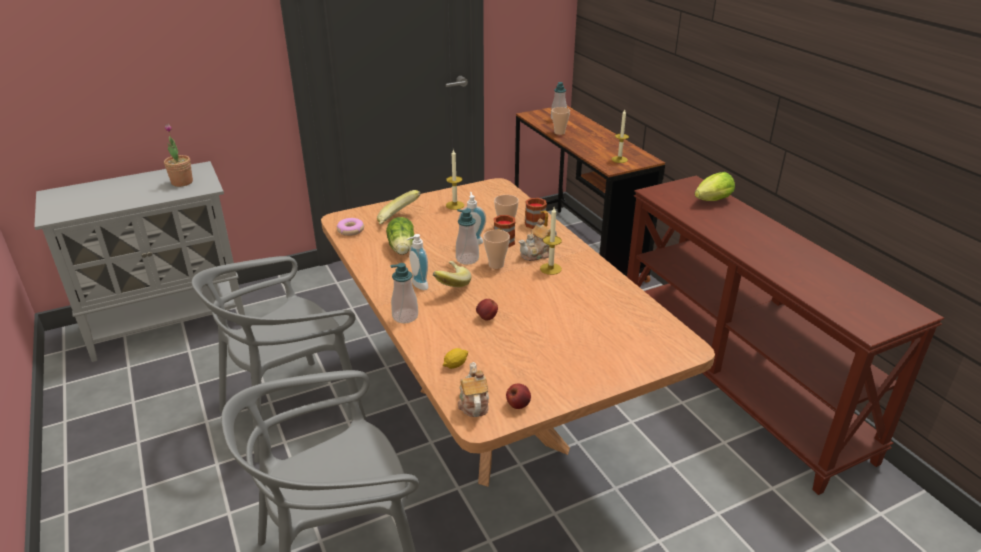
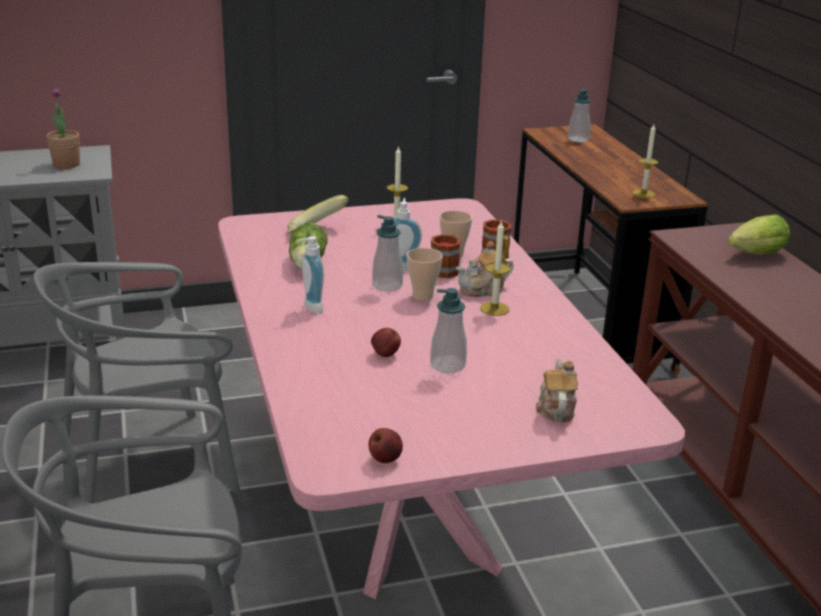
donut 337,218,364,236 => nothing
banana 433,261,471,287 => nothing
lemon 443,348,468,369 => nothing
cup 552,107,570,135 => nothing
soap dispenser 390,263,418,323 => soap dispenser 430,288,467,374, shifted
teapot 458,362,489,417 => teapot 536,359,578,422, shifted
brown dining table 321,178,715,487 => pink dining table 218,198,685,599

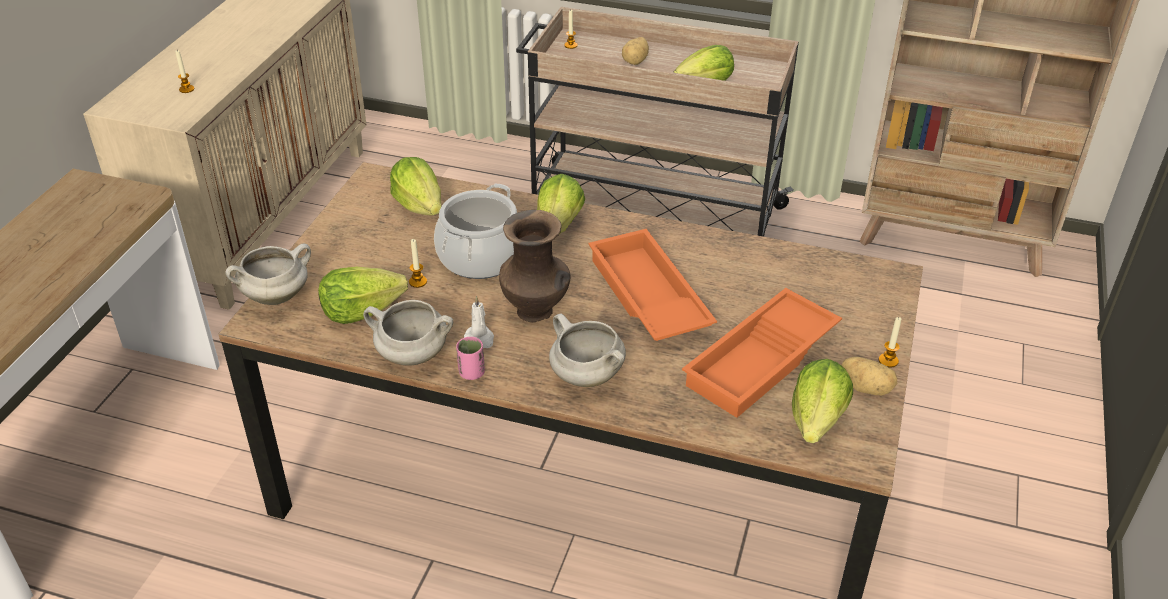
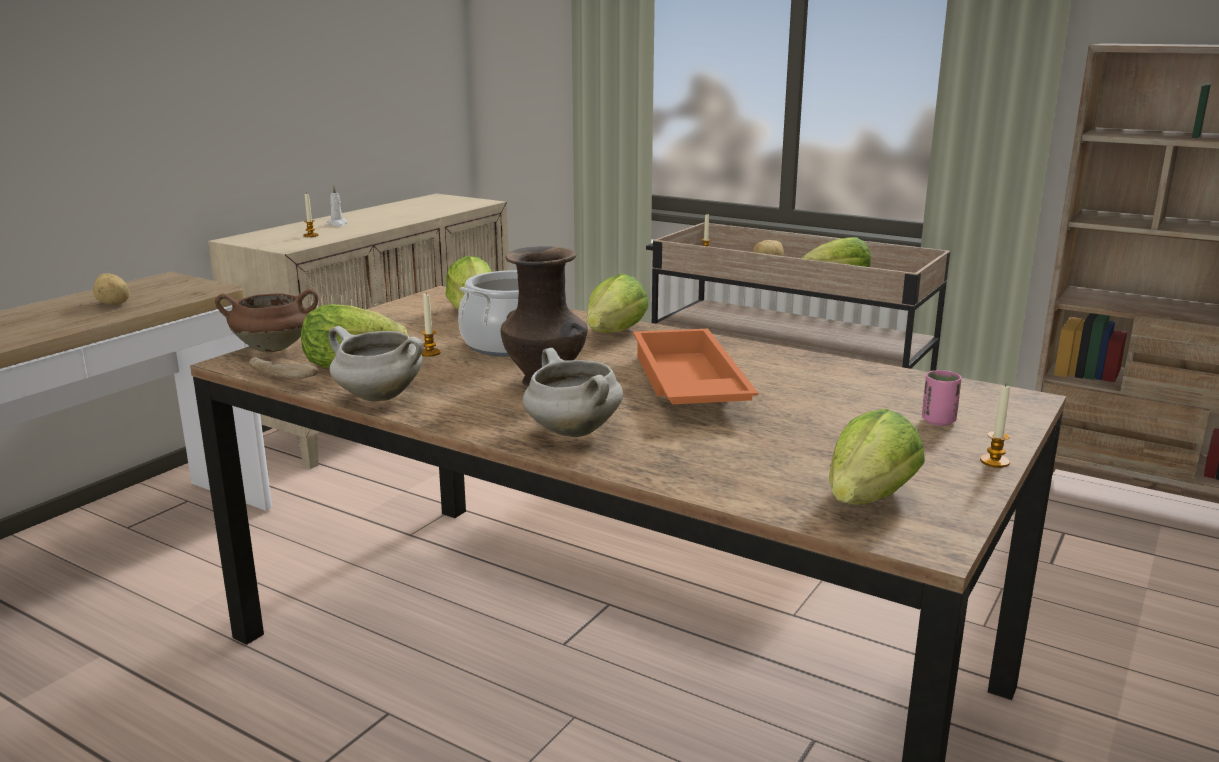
orange tray 682,288,842,418 => nothing
nothing => bread 249,357,318,379
pink cup 456,337,485,380 => pink cup 922,370,962,426, shifted
white candle 464,296,494,348 => white candle 326,185,347,226, shifted
potato 841,357,897,395 => potato 93,273,130,305, shifted
white cooking pot 225,243,311,305 => brown cooking pot 215,289,318,353

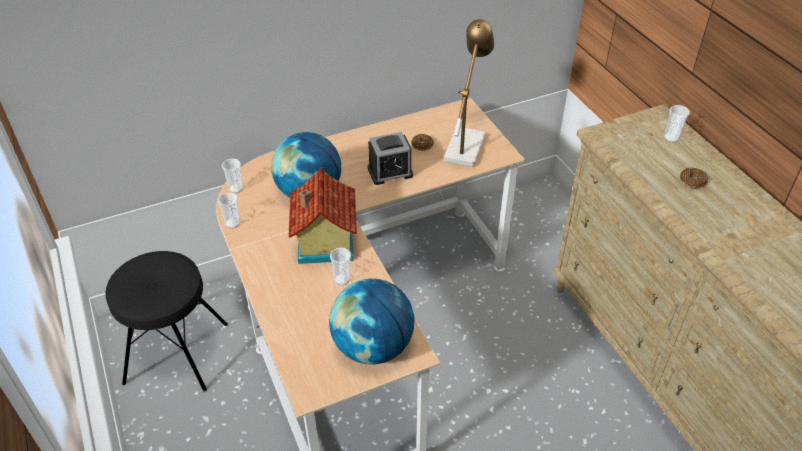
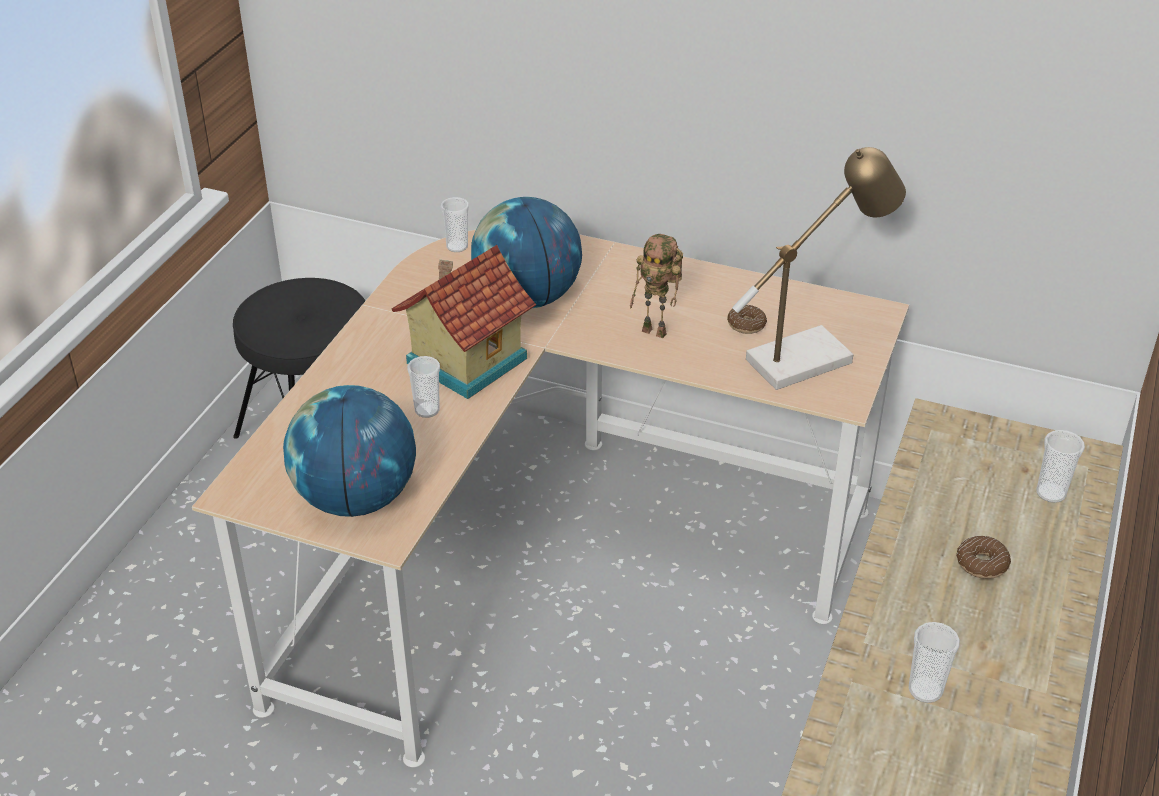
cup 218,192,240,228 => cup 909,622,960,703, shifted
alarm clock 368,132,413,185 => toy robot 630,234,683,338

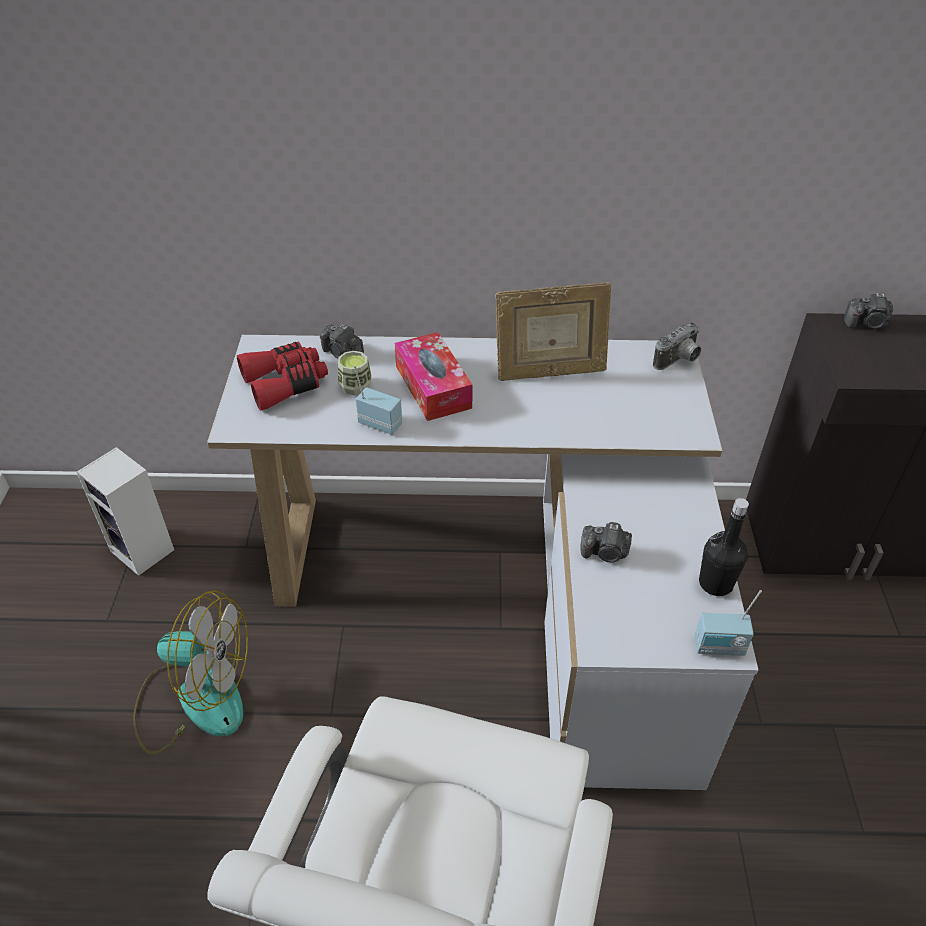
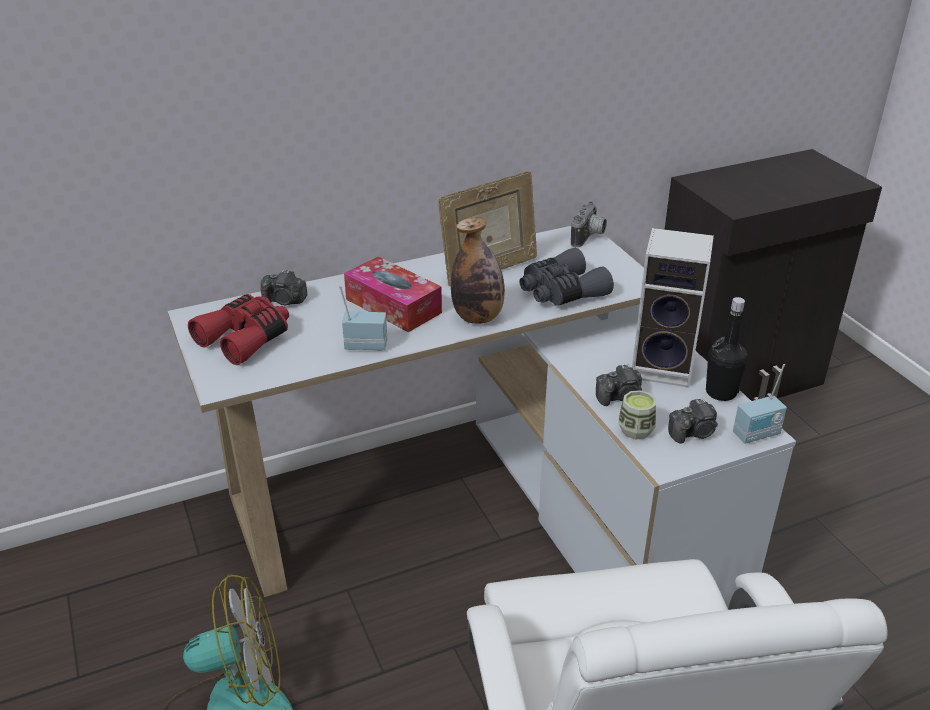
nothing => bottle 451,217,505,324
nothing => grey binoculars 520,248,614,306
speaker 76,447,174,576 => speaker 632,228,714,387, shifted
cup 338,351,372,395 => cup 619,390,656,439, shifted
photo camera 844,293,893,329 => photo camera 668,399,718,444, shifted

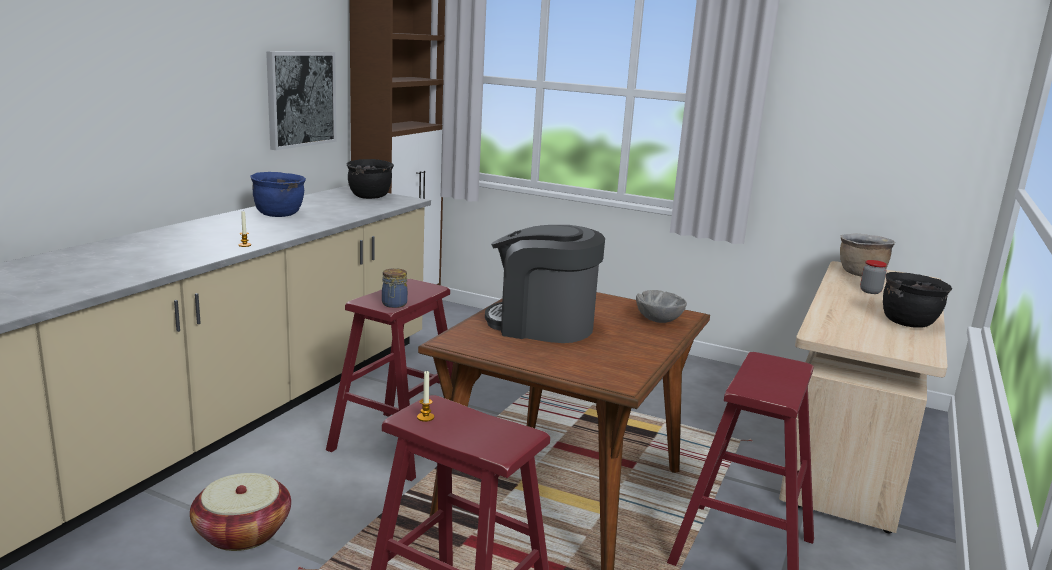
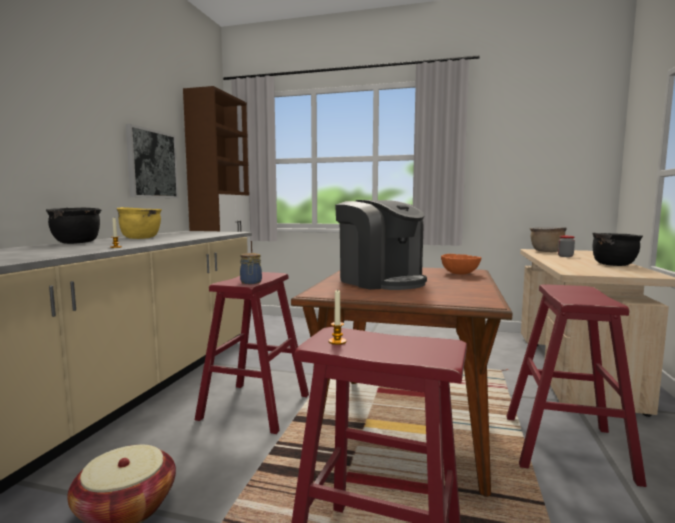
black cooking pot 347,159,394,199 => black cooking pot 46,207,101,244, shifted
blue cooking pot 251,172,306,217 => yellow cooking pot 117,207,162,239
grey bowl 636,290,687,323 => orange bowl 441,254,481,274
coffee machine 485,225,605,343 => coffee machine 335,200,427,290, 135 degrees counterclockwise

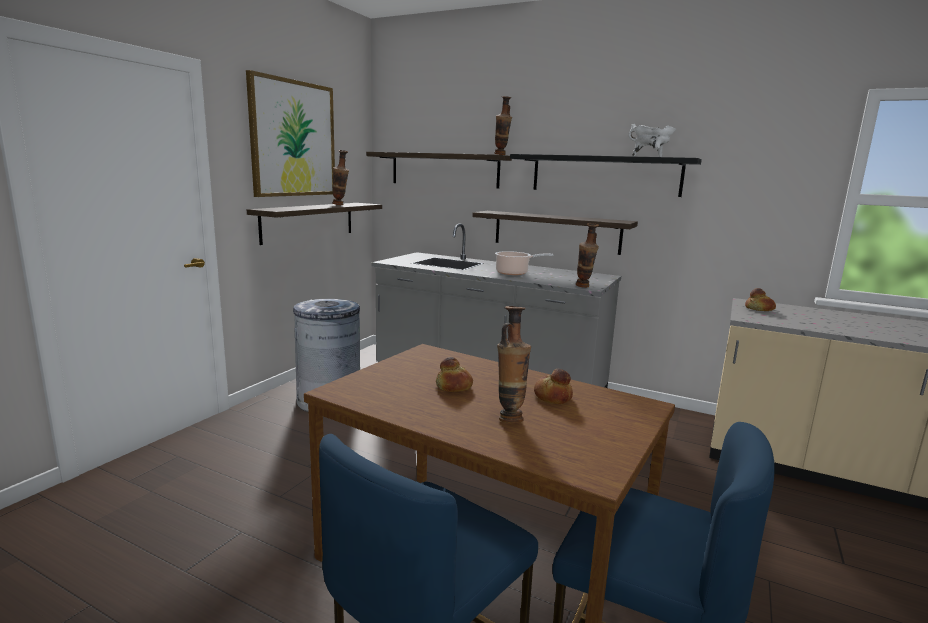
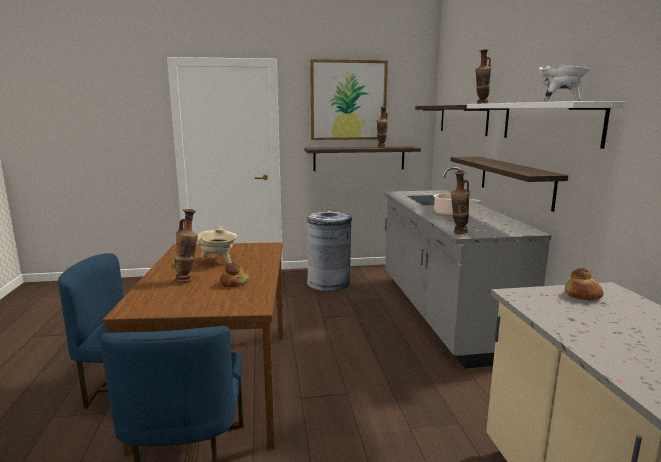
bread 436,357,473,392 => beige cooking pot 197,226,237,264
black shelf 510,154,702,197 => white shelf 467,101,624,149

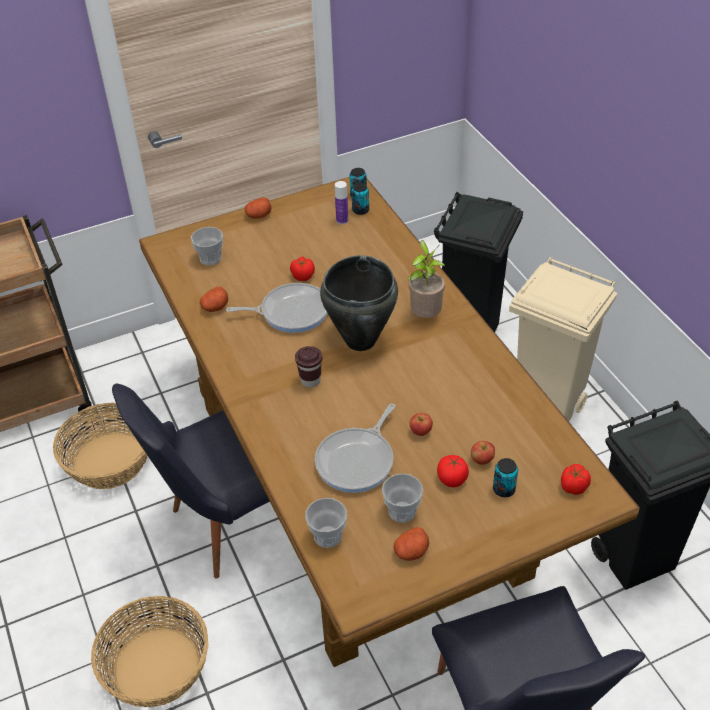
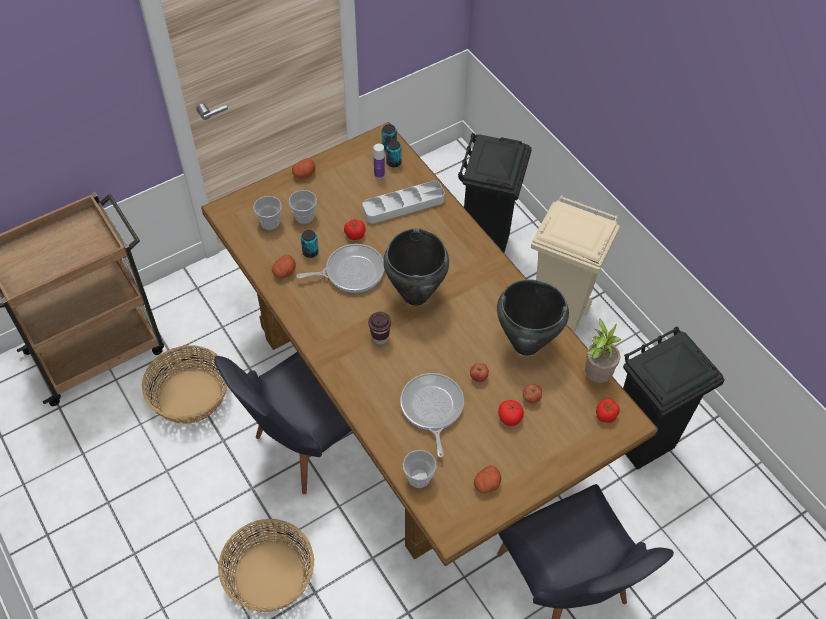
nothing => grey tray 362,181,445,223
nothing => black cooking pot 497,280,569,356
cup 382,473,423,523 => cup 289,190,317,224, shifted
potted plant 407,240,446,318 => potted plant 585,319,621,383, shifted
can 493,458,518,497 => can 301,230,319,258, shifted
frying pan 315,404,395,493 => frying pan 400,373,464,458, 150 degrees clockwise

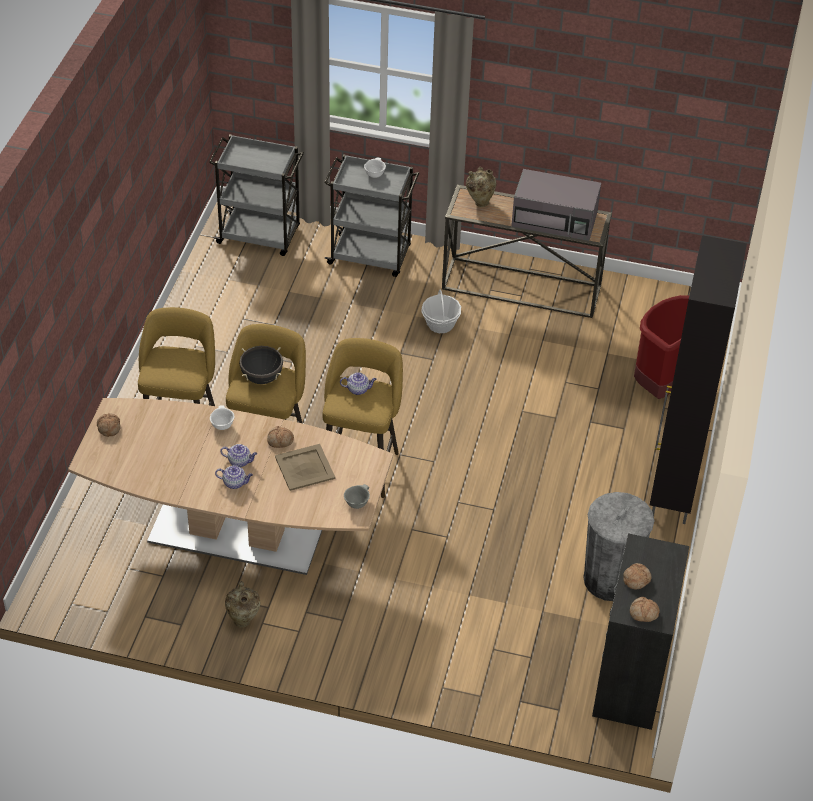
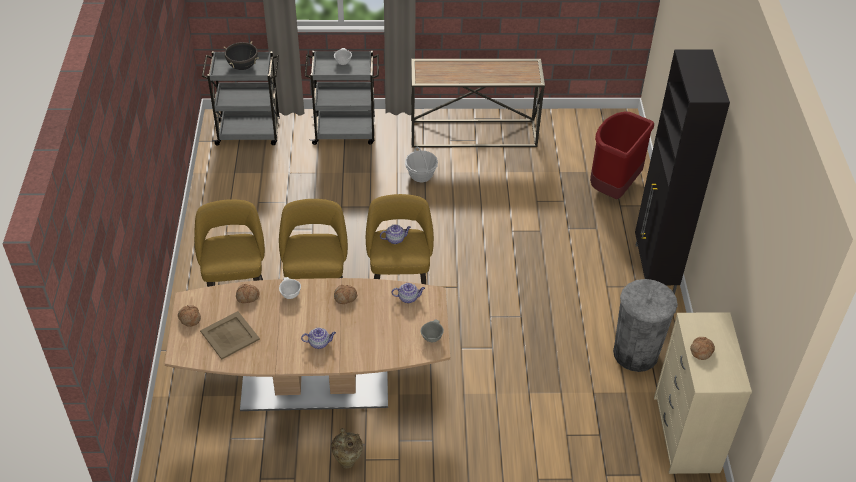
beige vase 466,167,497,207 => nothing
grey microwave 512,169,601,241 => nothing
teapot 220,444,258,467 => teapot 391,283,425,303, shifted
black cooking pot 239,346,283,384 => black cooking pot 224,42,259,70, shifted
beige tray 275,444,335,491 => beige tray 200,311,260,360, shifted
bread 630,597,660,622 => bread 236,284,260,303, shifted
black dresser 592,533,689,730 => beige dresser 654,312,752,474

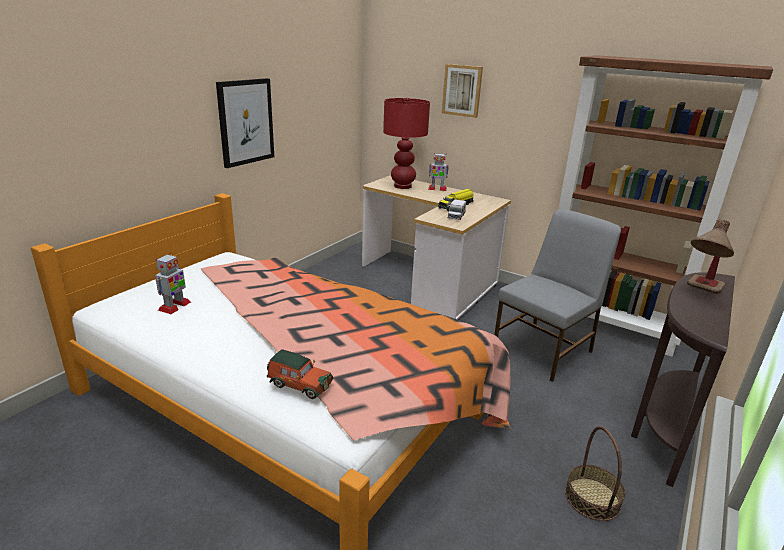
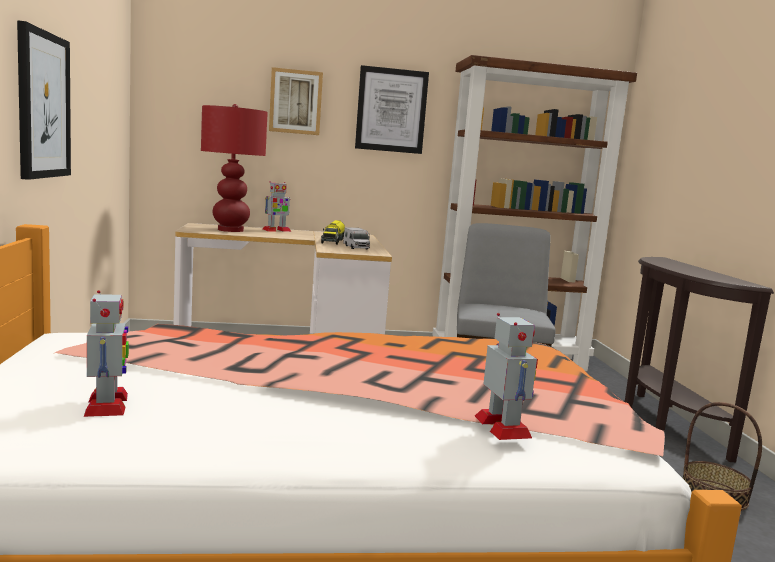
table lamp 687,219,734,294 => nothing
nothing => picture 355,65,429,154
toy car 267,349,334,399 => toy robot 475,313,538,440

